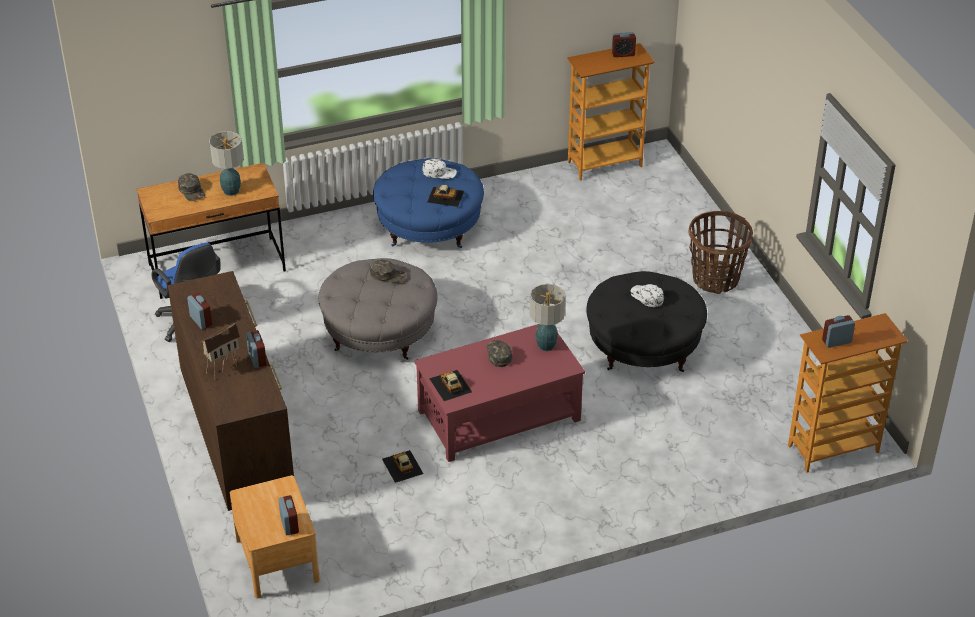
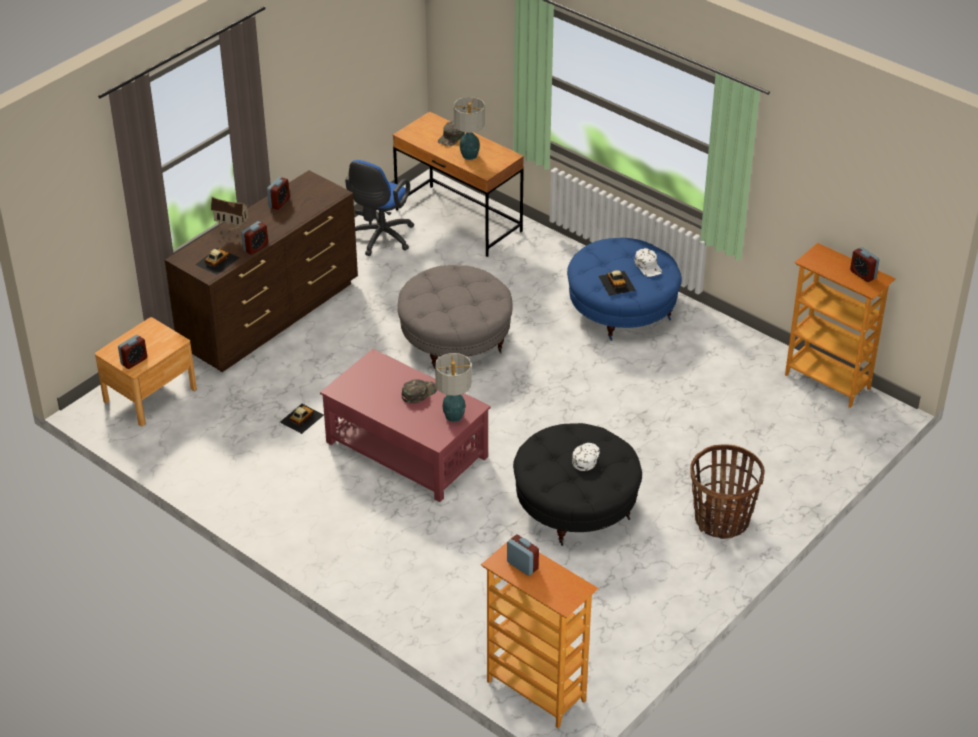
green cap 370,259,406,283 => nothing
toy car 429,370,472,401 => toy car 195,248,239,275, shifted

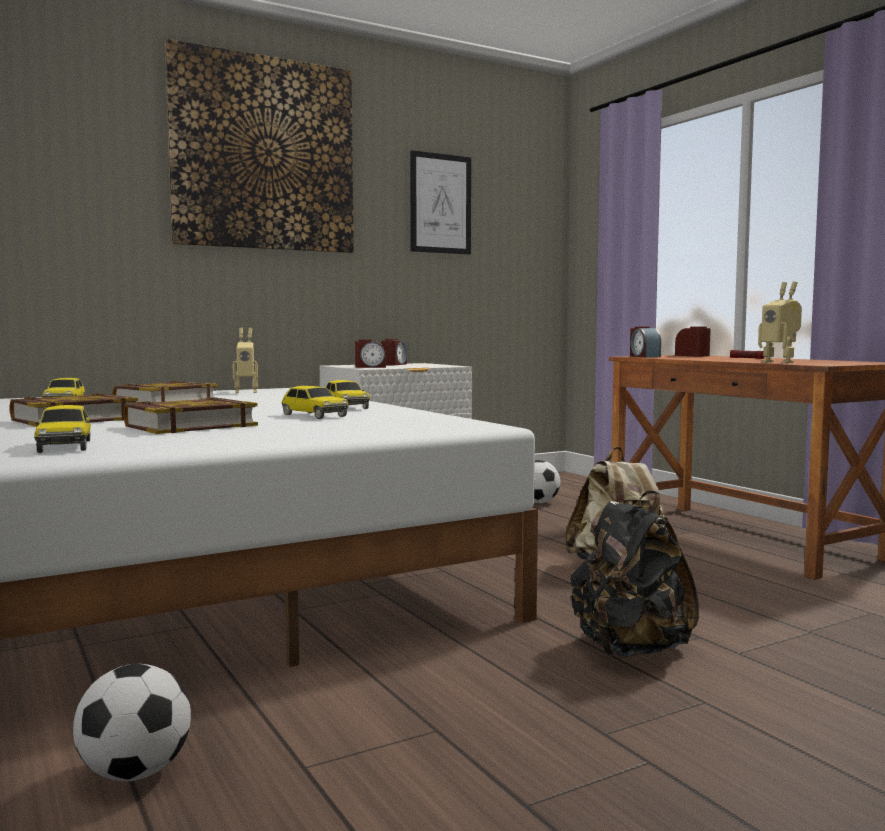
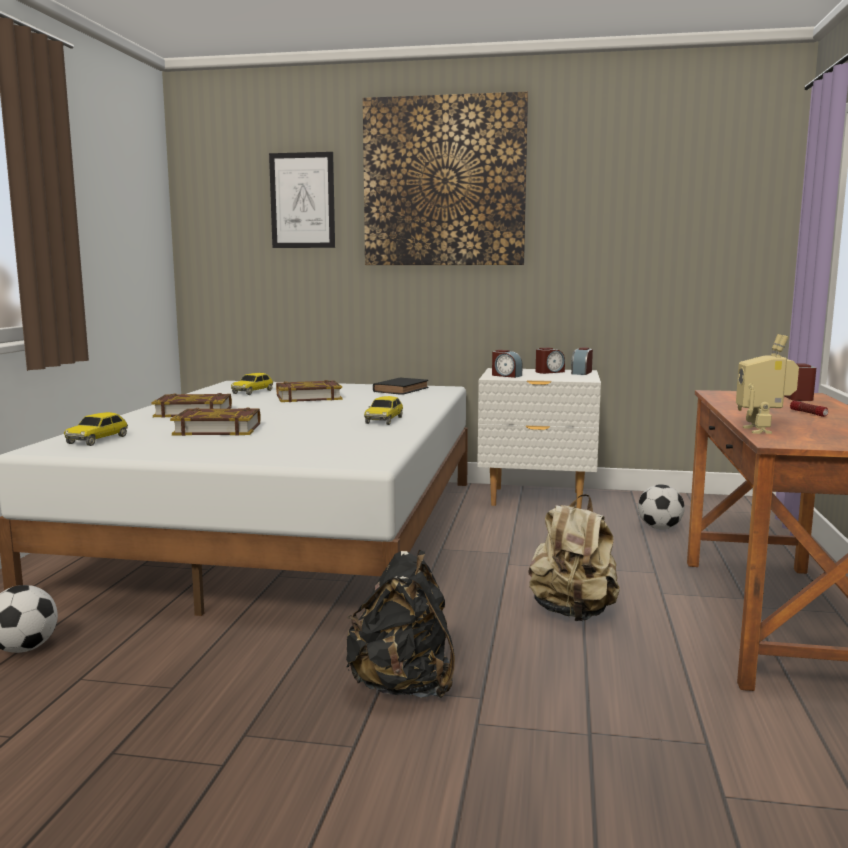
toy car 281,386,348,419 => nothing
picture 410,150,471,254 => picture 269,152,335,248, shifted
alarm clock 630,327,661,358 => alarm clock 571,347,593,375, shifted
toy robot 233,328,258,393 => black book 373,377,429,395

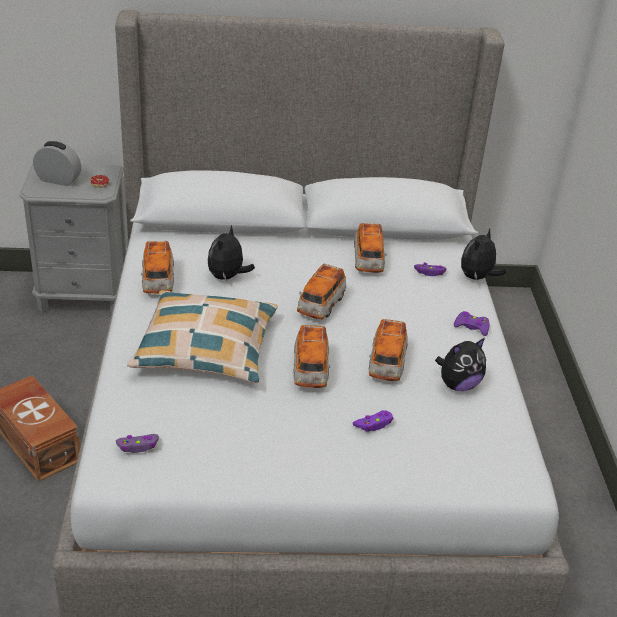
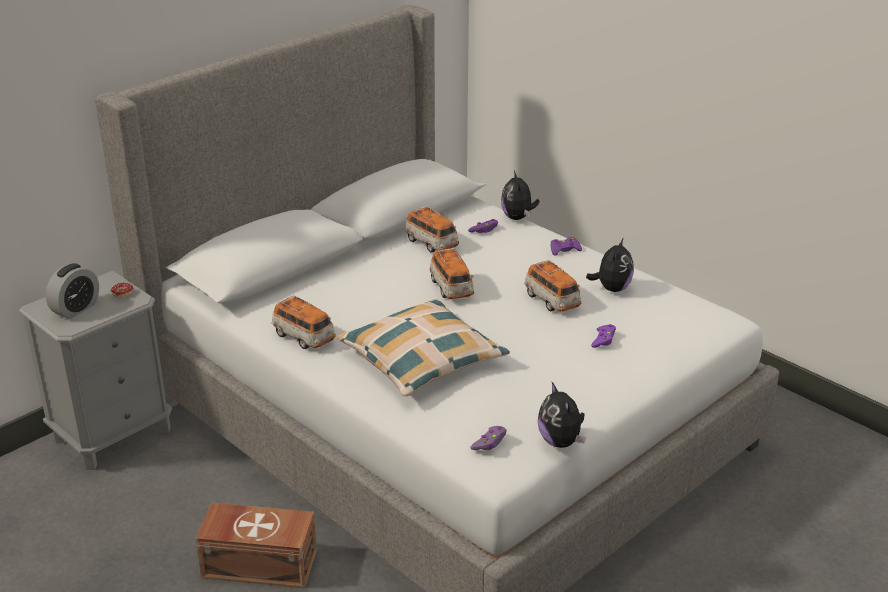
toy car 293,325,330,388 => nothing
plush toy 208,225,255,280 => plush toy 538,382,586,448, shifted
alarm clock 33,141,81,186 => alarm clock 46,263,99,319, 150 degrees clockwise

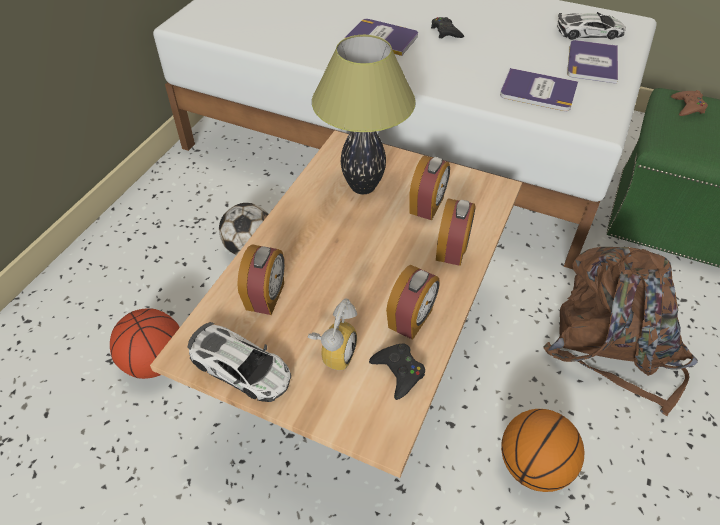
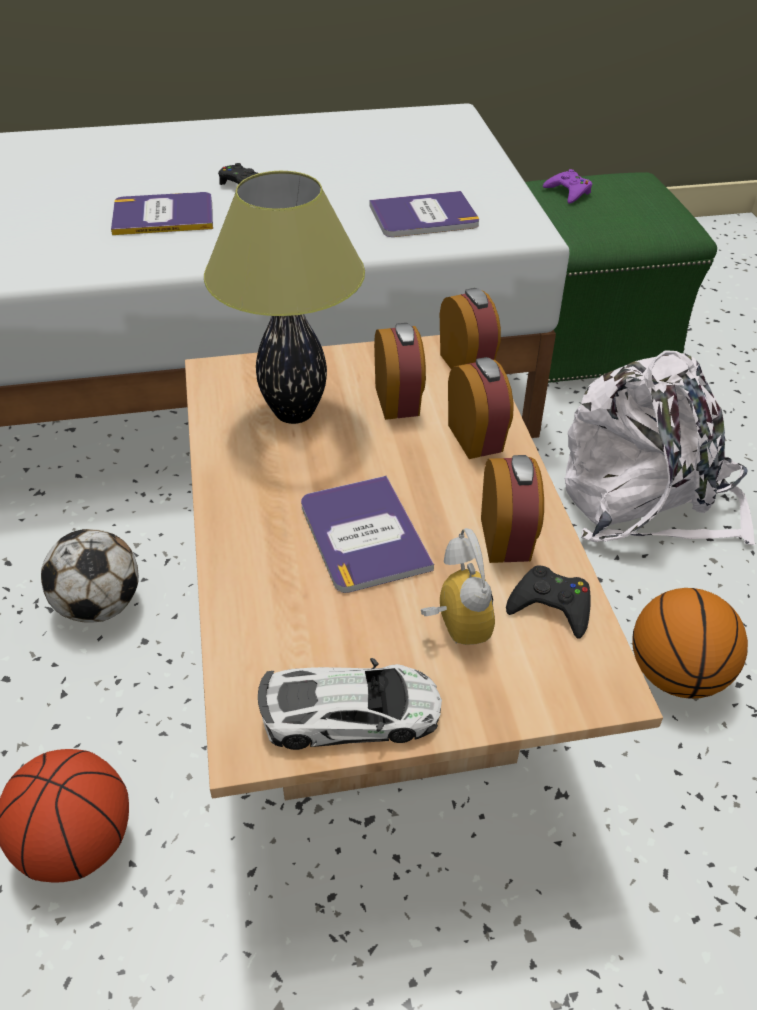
toy car 557,12,626,40 => nothing
alarm clock 237,244,285,315 => alarm clock 440,288,501,370, shifted
book 567,40,618,84 => book 301,476,434,593, shifted
brown backpack 543,247,698,416 => white backpack 565,350,755,545
brown game controller 671,90,708,116 => purple game controller 543,169,592,204

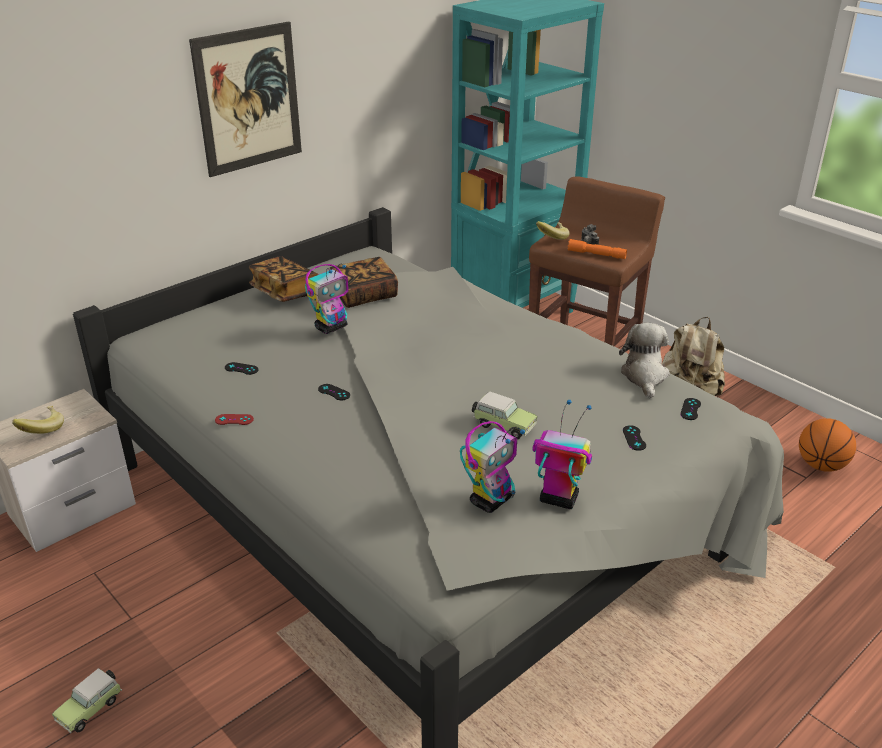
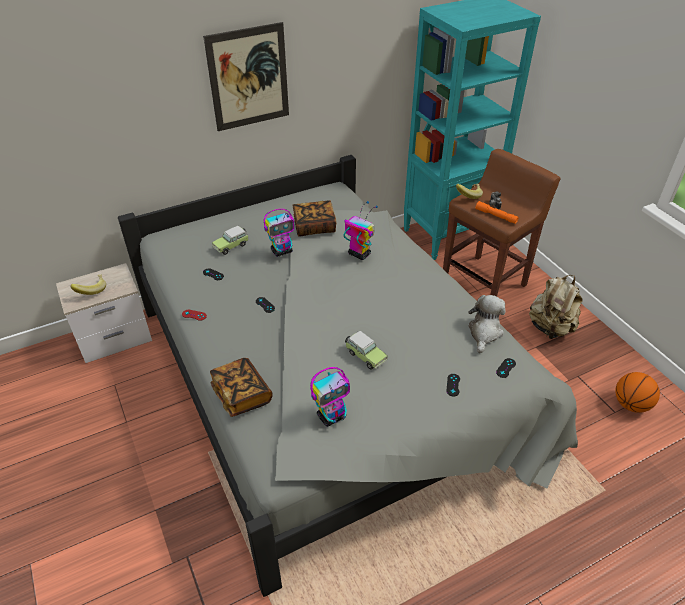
toy car 52,668,122,733 => toy car 212,226,249,255, shifted
book 249,256,318,302 => book 210,358,272,417, shifted
toy robot 532,400,592,509 => toy robot 343,201,378,260, shifted

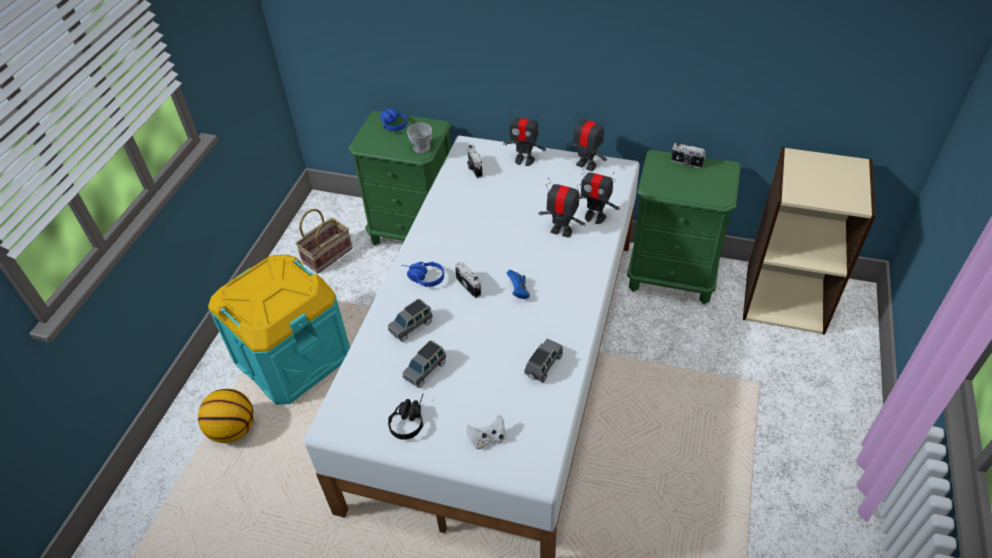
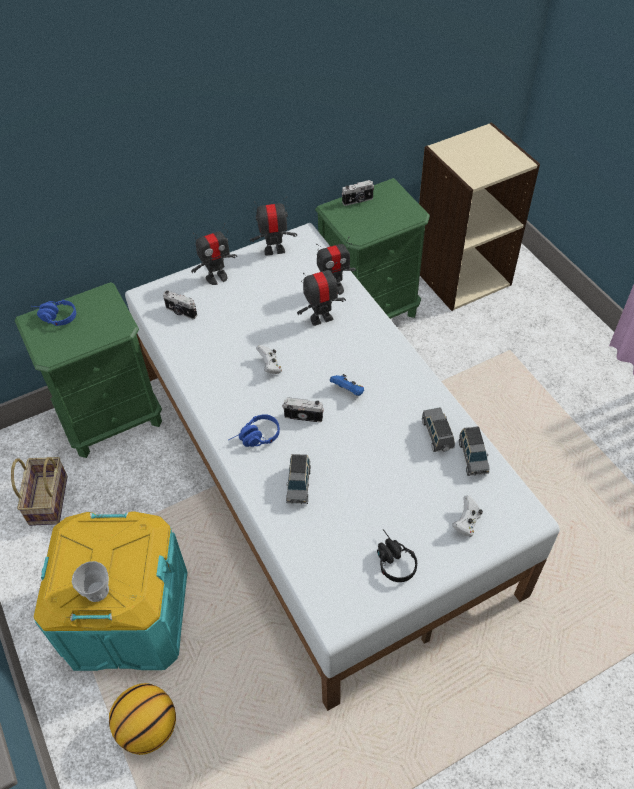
nothing => white game controller 256,345,282,374
grey toy car 403,340,446,388 => grey toy car 459,426,490,476, shifted
cup 407,123,432,153 => cup 72,561,109,602, shifted

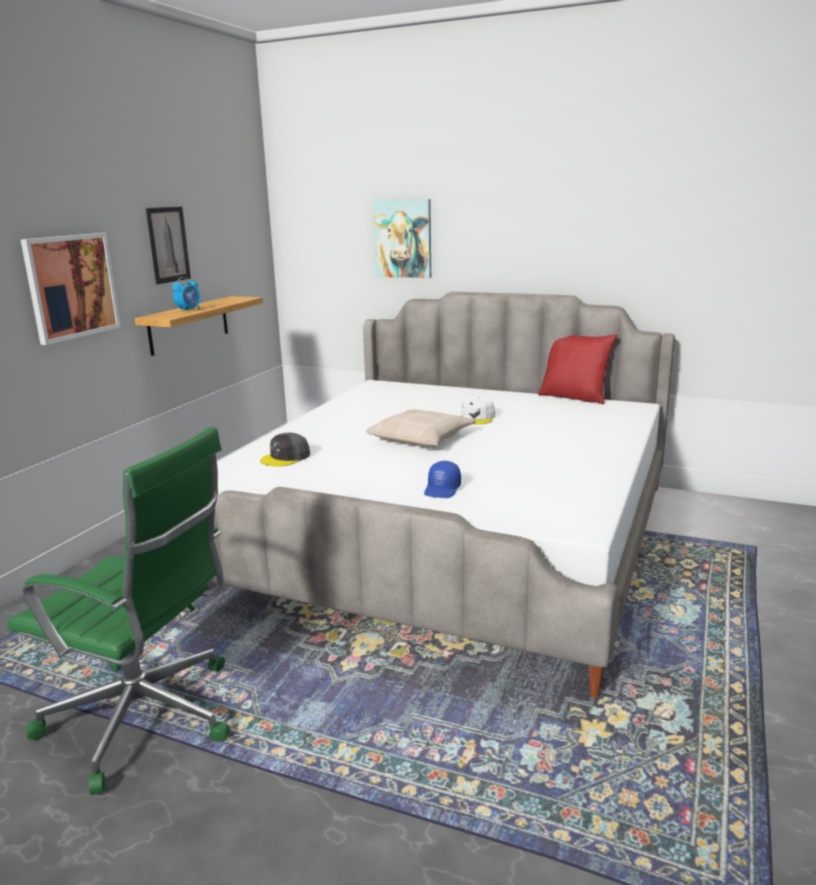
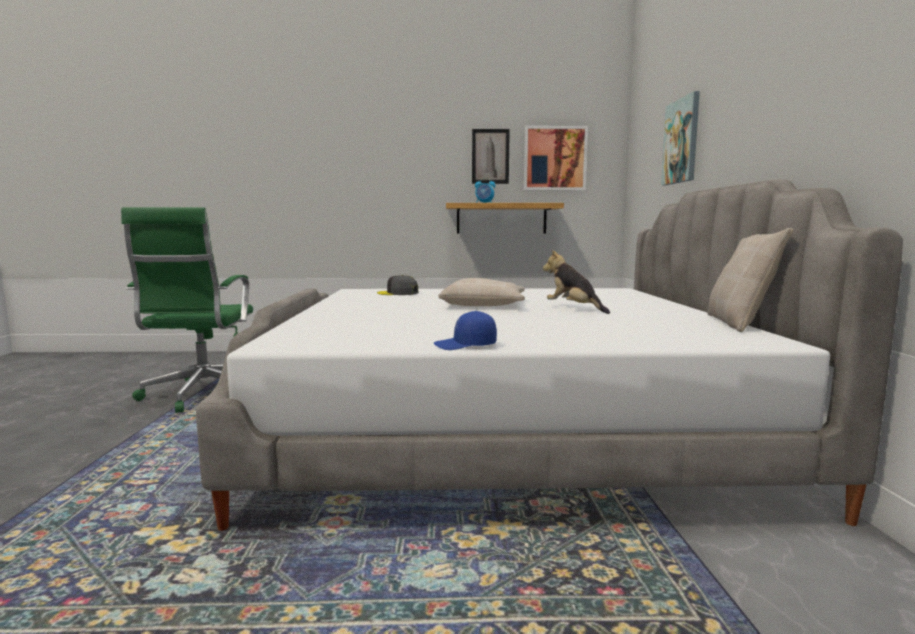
picture 21,233,121,345 => picture 524,126,588,190, shifted
blue cap 424,461,461,498 => blue cap 434,311,497,350, shifted
white cap 461,396,495,424 => plush toy 543,250,610,314
red pillow 538,334,617,404 => beige pillow 707,228,794,332

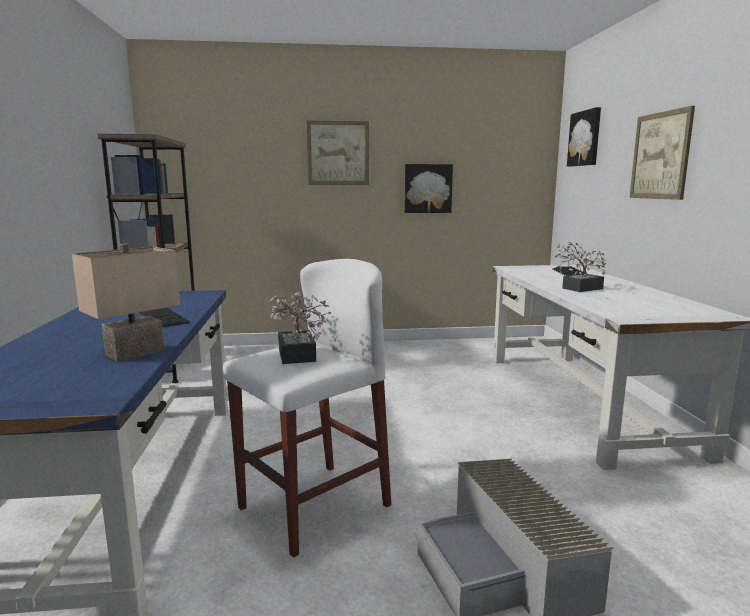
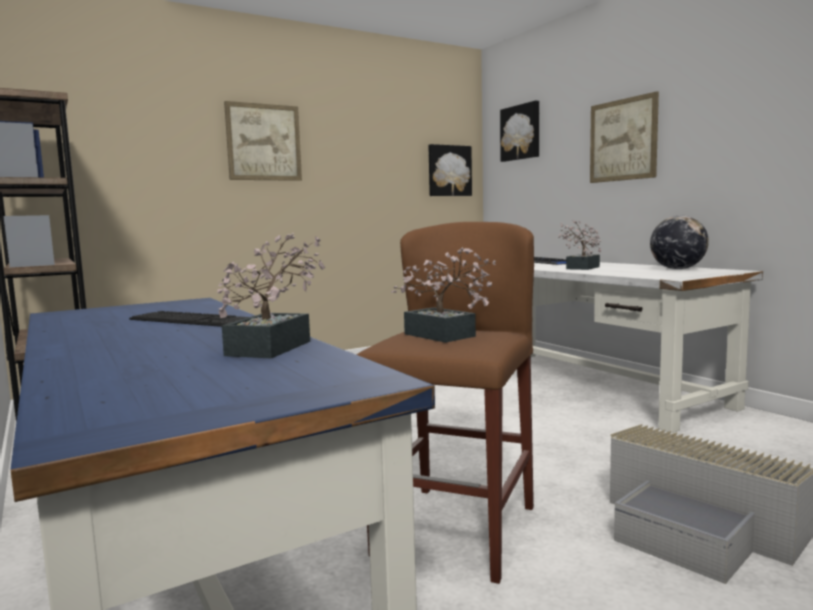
nothing => globe 650,216,709,269
picture 404,164,453,213 => picture 428,144,472,196, shifted
beige table lamp 72,243,180,362 => potted plant 217,233,325,359
white stool 223,259,391,558 => brown stool 356,222,534,584

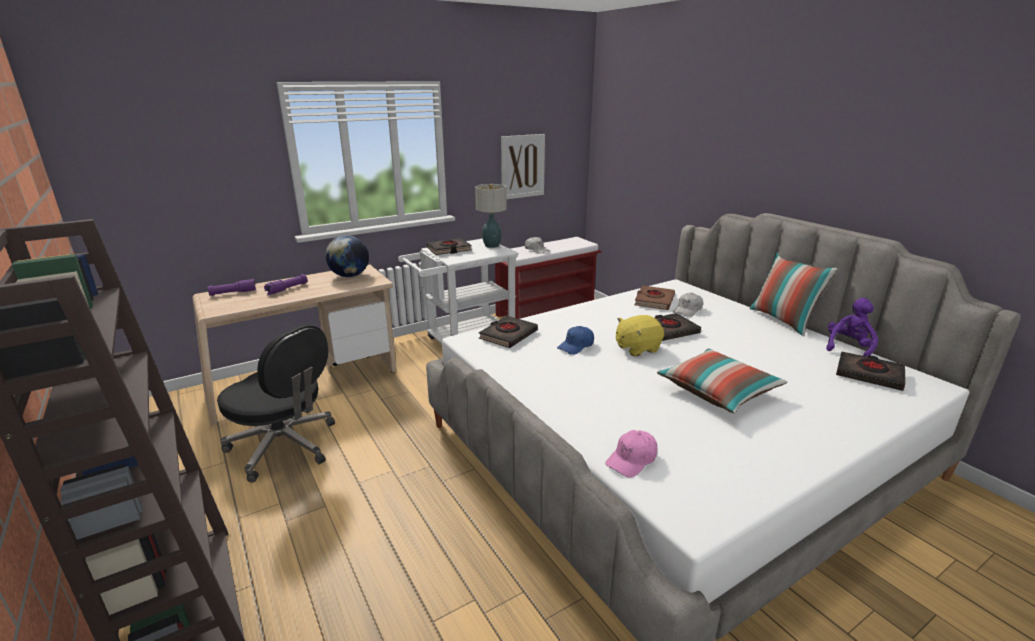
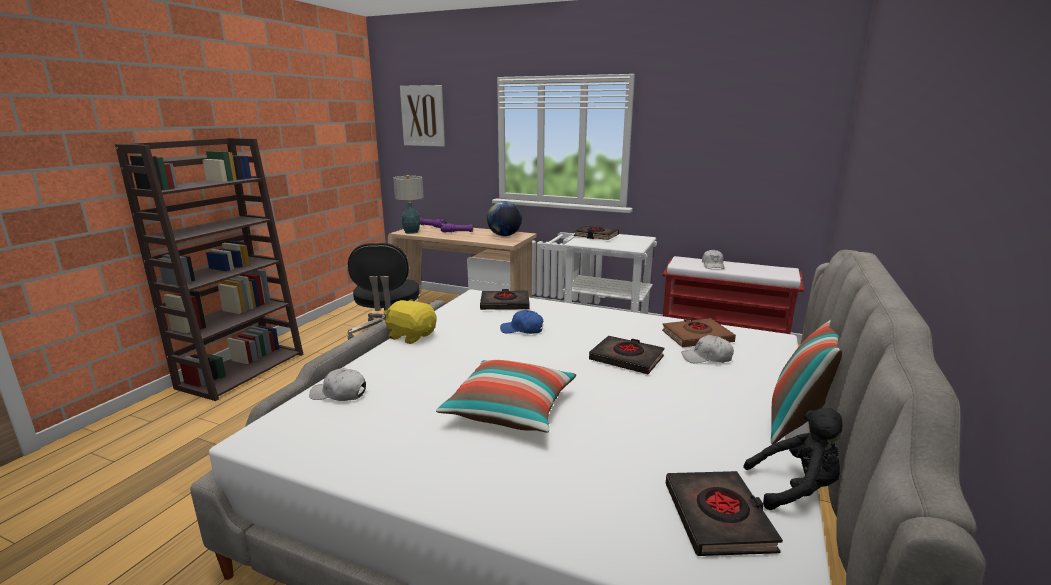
table lamp 475,184,507,248 => table lamp 393,175,424,234, shifted
picture 501,134,545,199 => picture 400,85,445,147, shifted
yellow plush toy 616,315,664,357 => yellow plush toy 383,299,436,344, shifted
pink cap 605,430,657,478 => white cap 309,368,366,401
purple plush toy 826,298,878,357 => black plush toy 743,408,842,510

